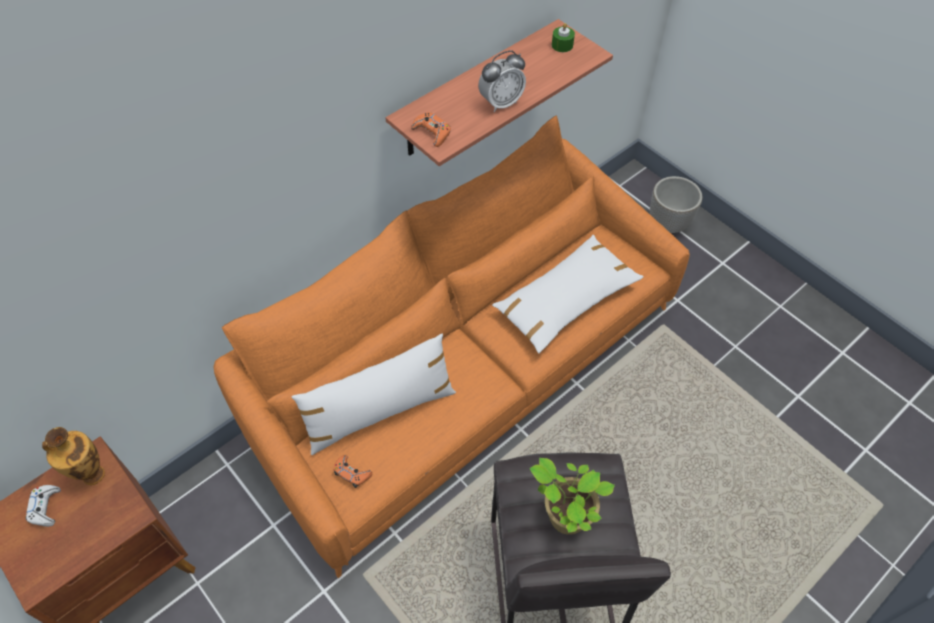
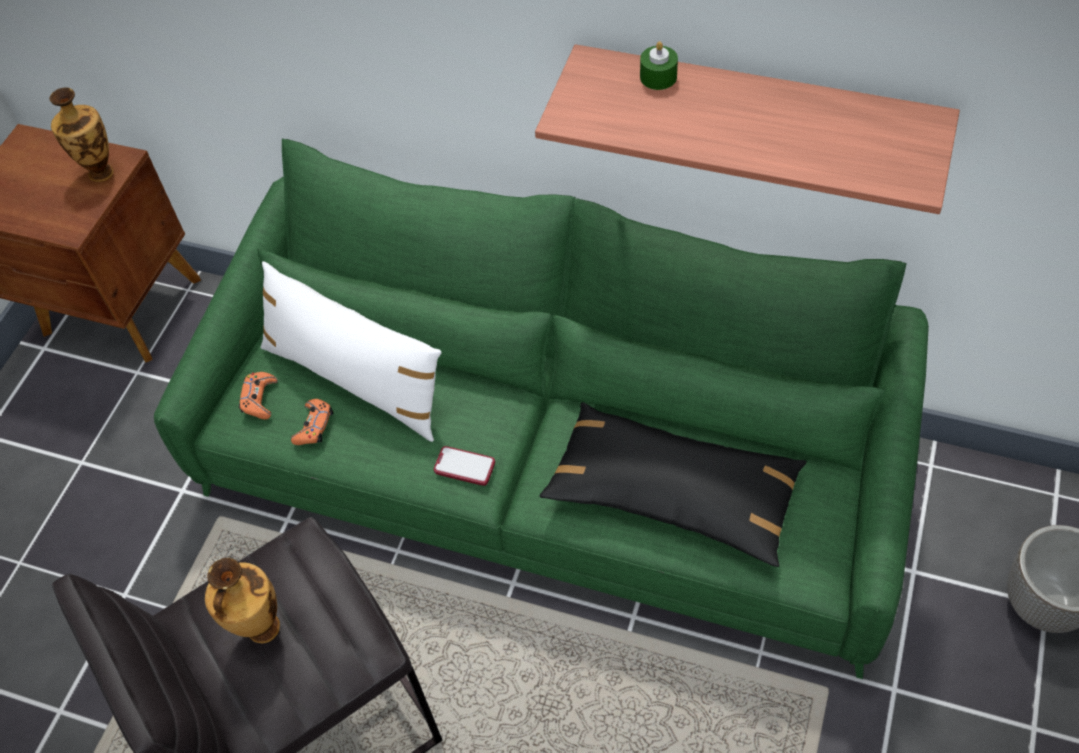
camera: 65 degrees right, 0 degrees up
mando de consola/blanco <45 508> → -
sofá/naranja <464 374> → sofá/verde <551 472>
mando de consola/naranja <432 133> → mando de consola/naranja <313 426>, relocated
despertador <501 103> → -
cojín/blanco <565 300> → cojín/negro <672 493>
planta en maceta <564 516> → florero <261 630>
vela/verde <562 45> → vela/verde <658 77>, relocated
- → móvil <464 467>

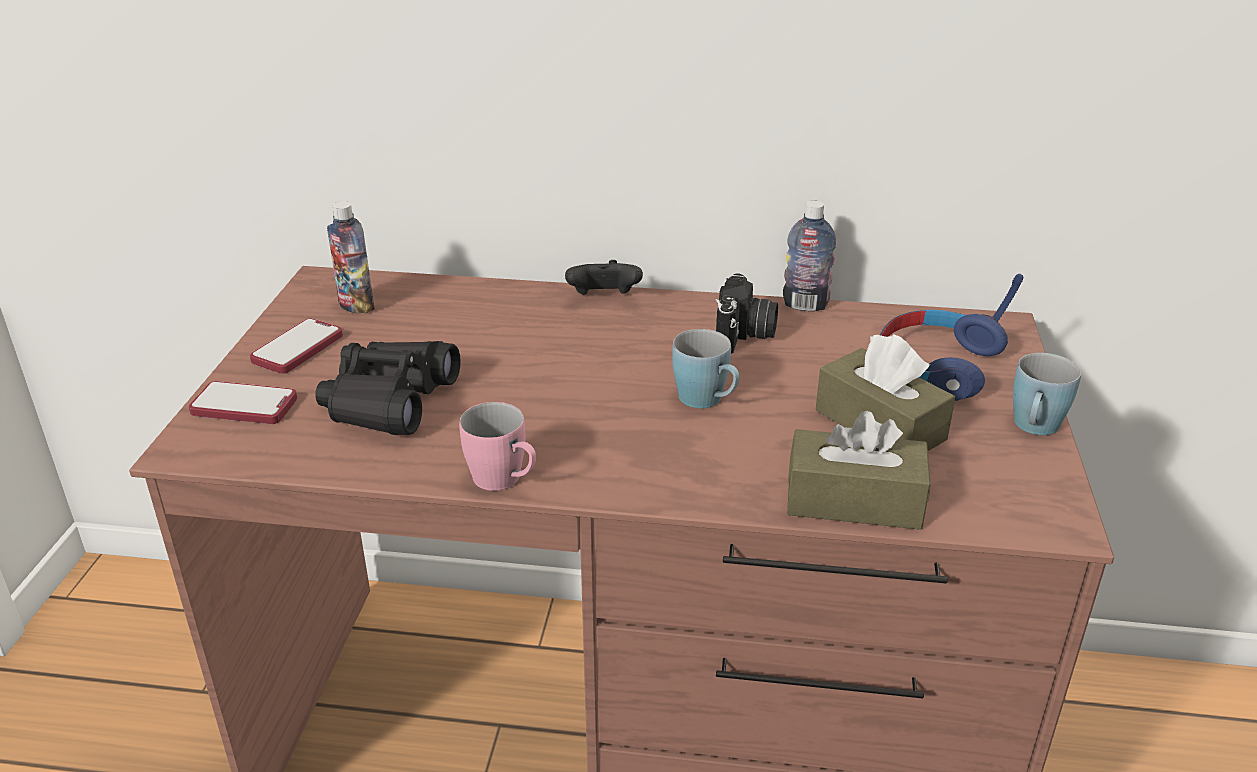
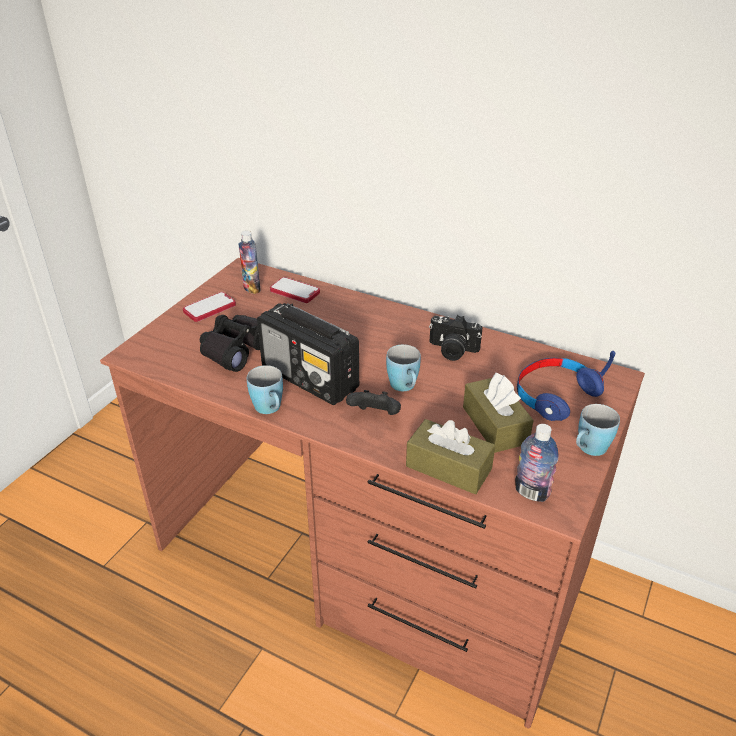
camera: 20 degrees right, 5 degrees up
móvil <244 406> → móvil <295 291>, relocated
taza grande/rosa <505 481> → taza grande/azul <270 409>
mando de consola/negro <603 299> → mando de consola/negro <375 416>, relocated
cámara <744 336> → cámara <452 350>, 75 degrees clockwise
botella <805 305> → botella <531 492>, relocated
- → radio <310 379>

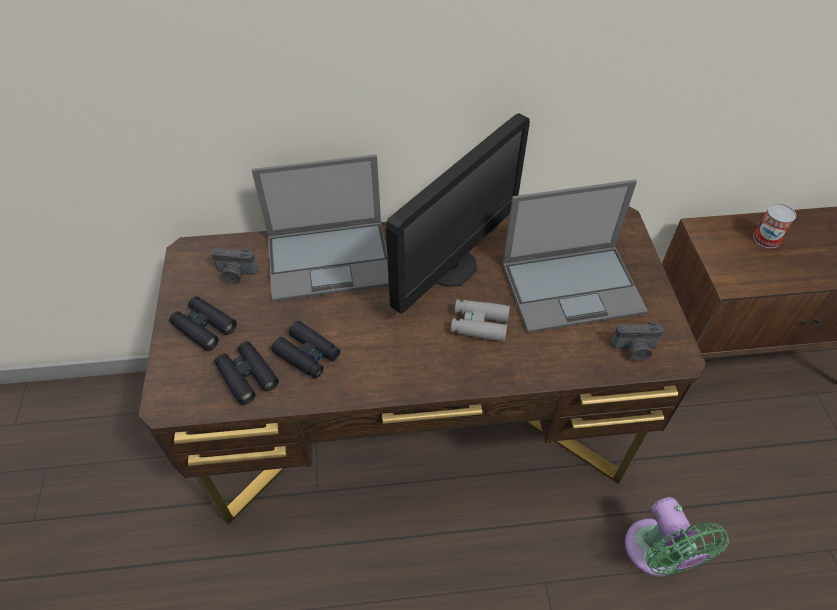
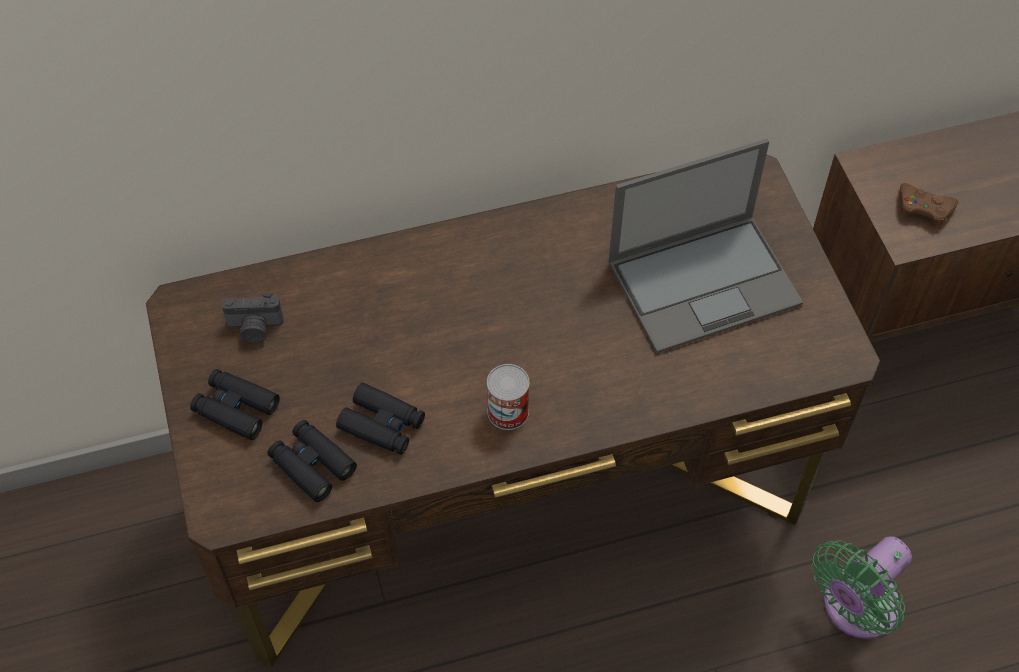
camera: 10 degrees left, 5 degrees up
portátil <330 259> → -
monitor <451 267> → -
prismáticos/gris <479 324> → -
cámara <635 349> → -
ventilador/verde <656 554> → ventilador/verde <854 608>, 75 degrees clockwise
lata <766 238> → lata <508 412>, relocated
- → mando de consola/marrón <924 208>

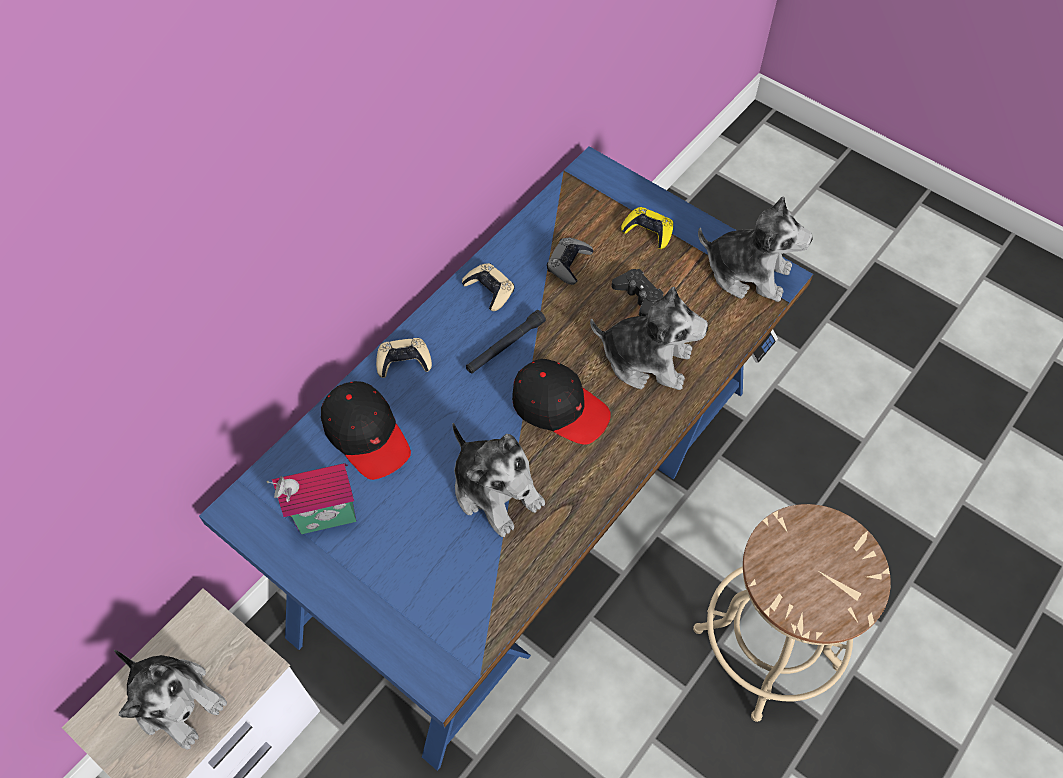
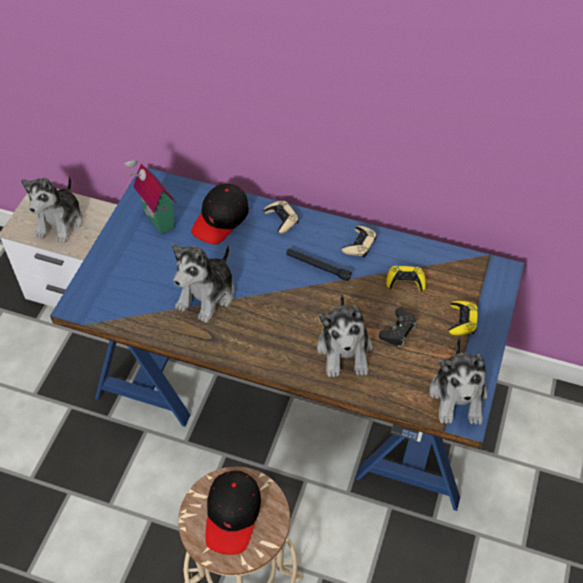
camera: 70 degrees right, 5 degrees down
gorra/negro <559 407> → gorra/negro <232 515>, relocated
mando de consola/gris <569 264> → mando de consola/amarillo <405 282>

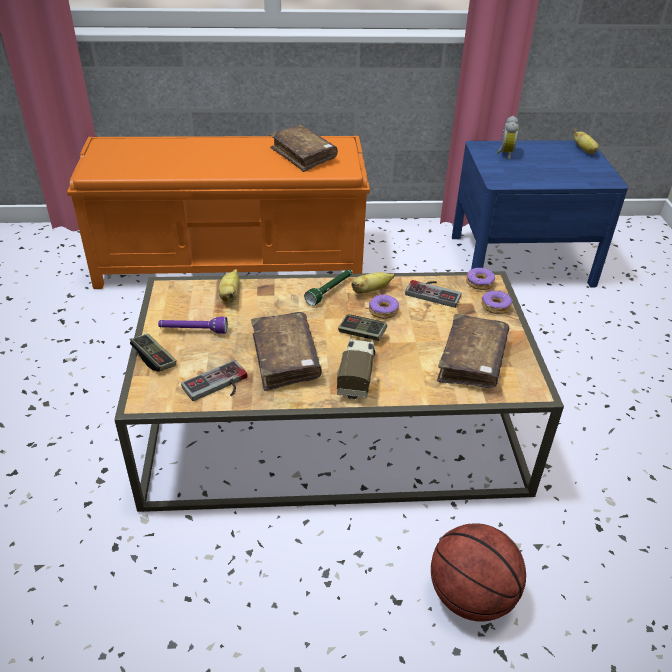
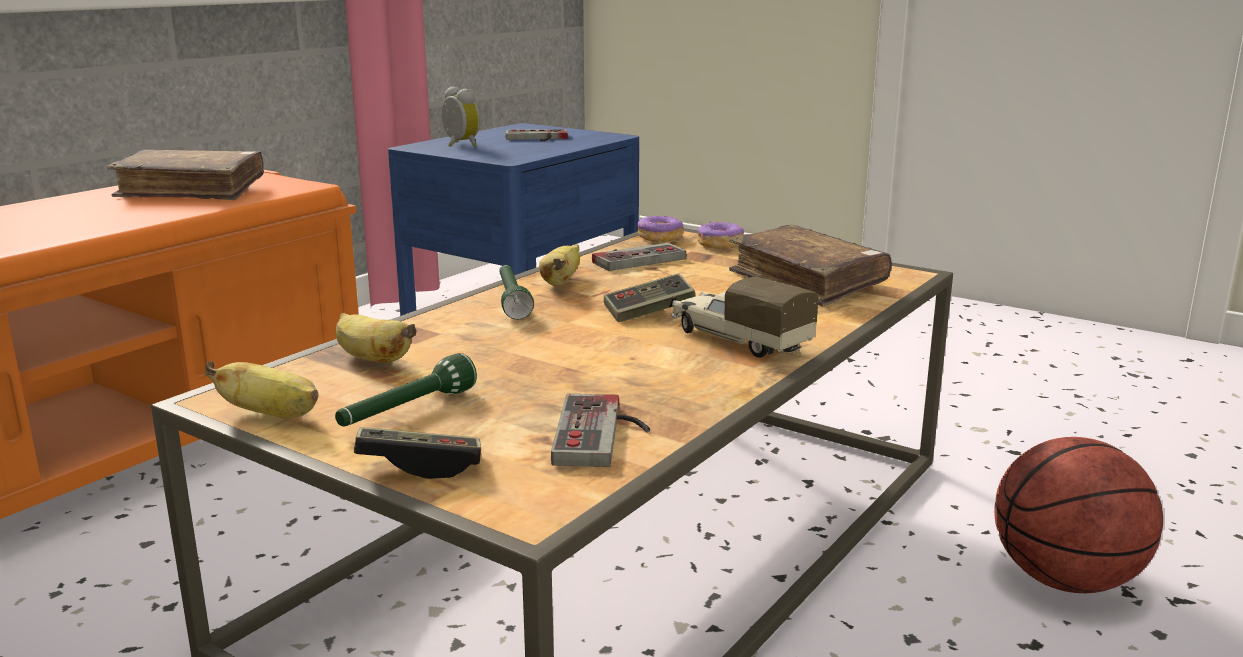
camera: 50 degrees left, 20 degrees down
linterna/morado <193 331> → linterna/verde <406 411>
libro/marrón <285 359> → -
rosquilla <383 311> → -
plátano <585 151> → plátano <272 415>, relocated
- → mando de consola <536 138>

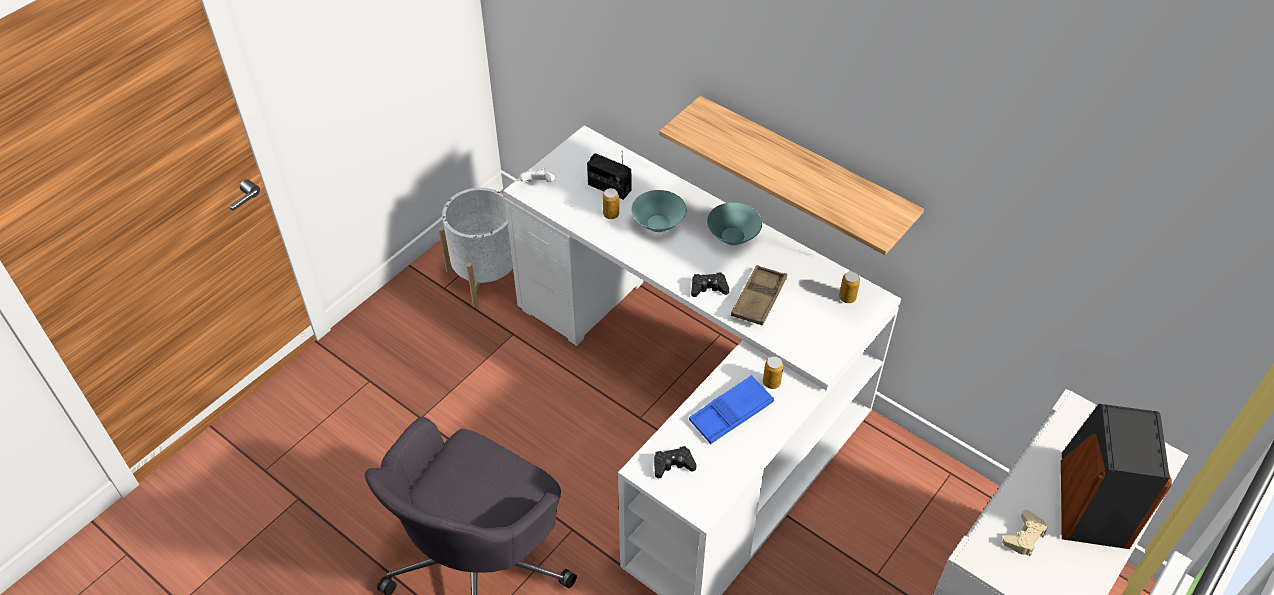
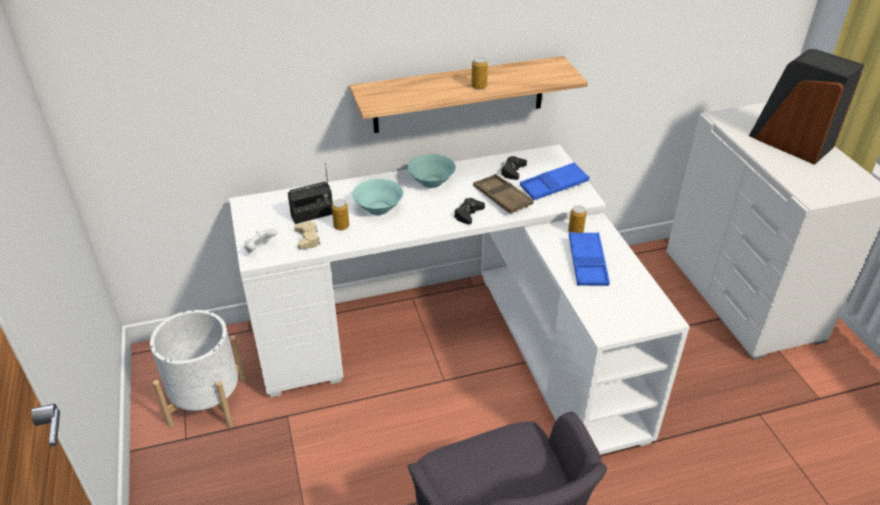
camera: 55 degrees left, 10 degrees down
mando de consola/negro <673 465> → mando de consola/negro <513 171>, relocated
lata <847 298> → lata <479 87>, relocated
mando de consola/beis <1024 536> → mando de consola/beis <307 239>, relocated
- → bandeja/azul <554 186>

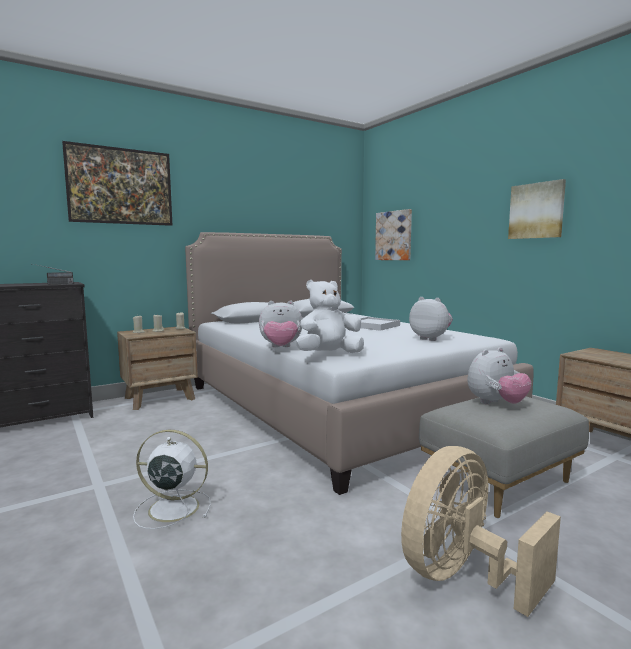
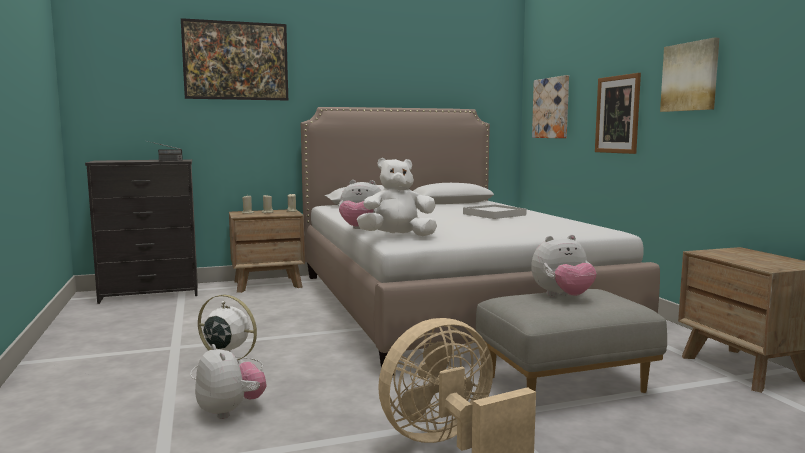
camera: 15 degrees right, 0 degrees up
peluche <430 339> → peluche <230 411>, relocated
- → cuadro <617 114>

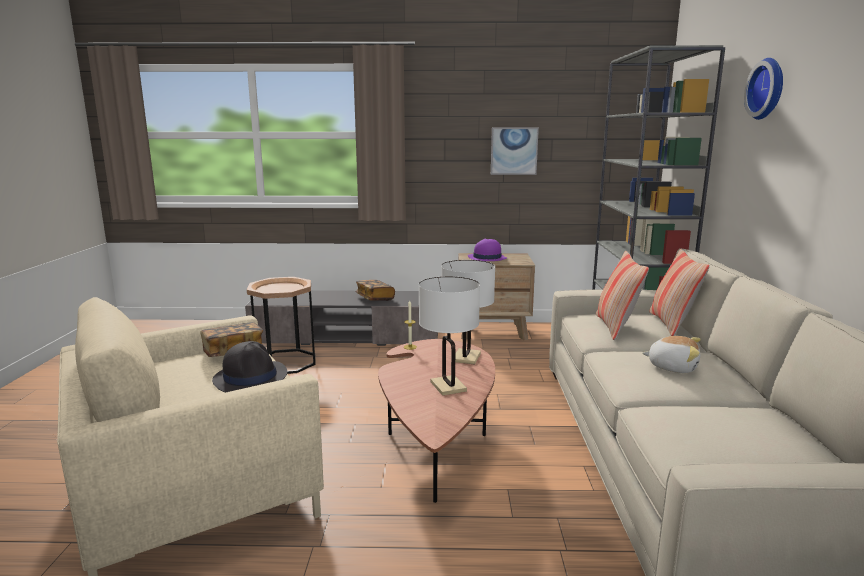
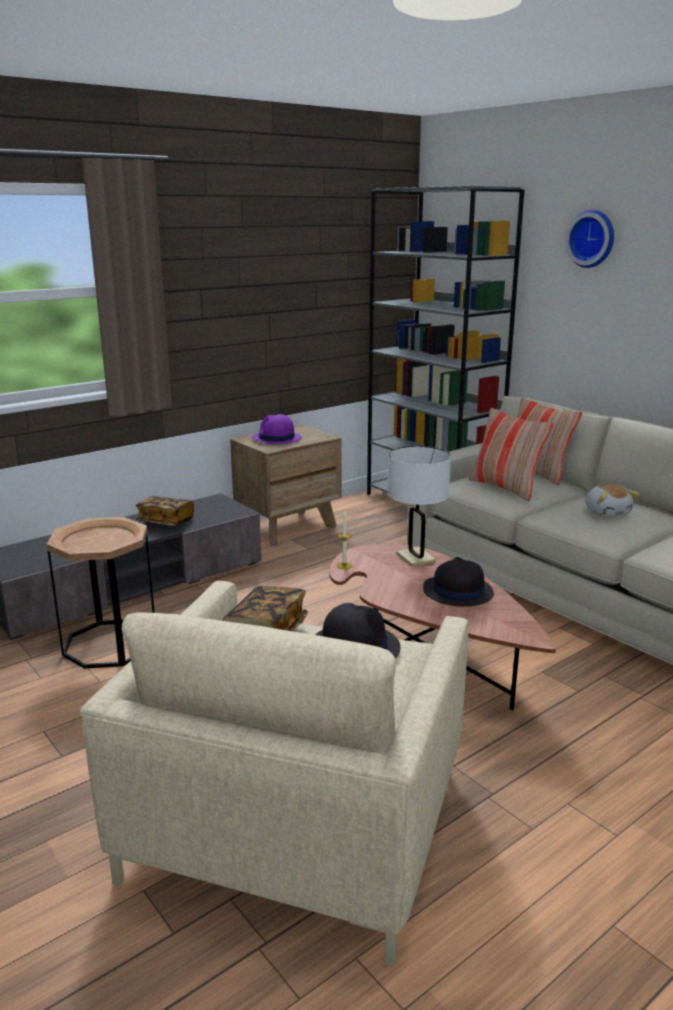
camera: 40 degrees left, 5 degrees up
lámpara de mesa/blanco <448 386> → sombrero/negro <457 592>
cuadro <514 151> → -
peluche <672 367> → peluche <607 512>, 90 degrees clockwise

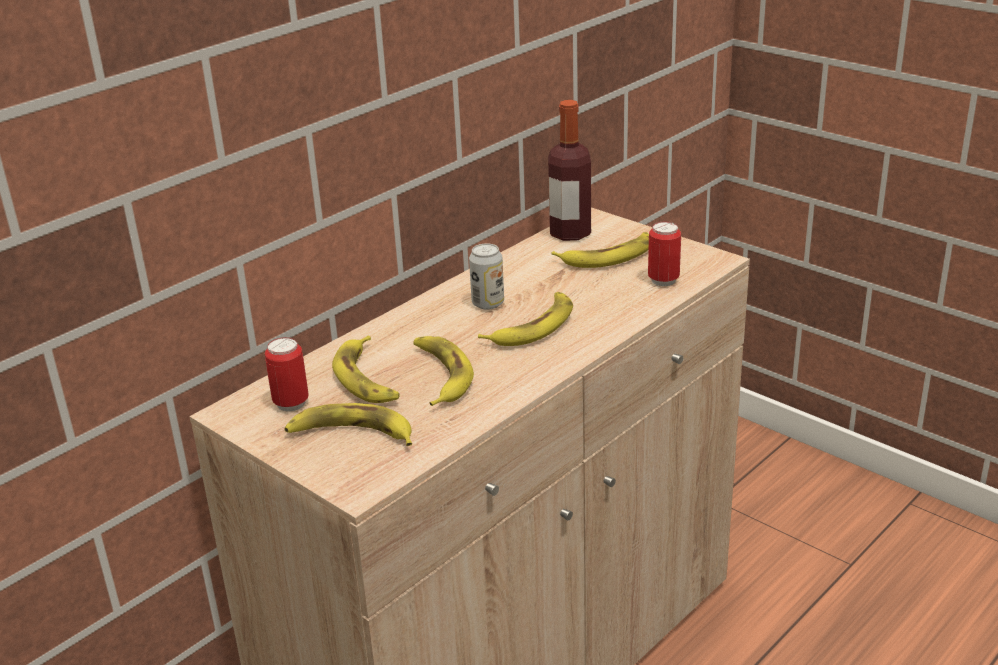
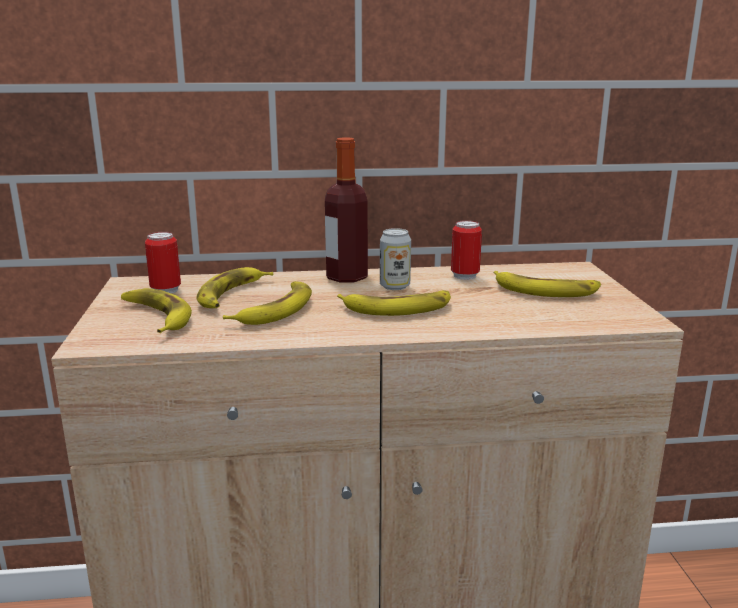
camera: 40 degrees right, 10 degrees down
botella <570 233> → botella <346 277>, relocated
lata <663 280> → lata <464 276>, relocated

